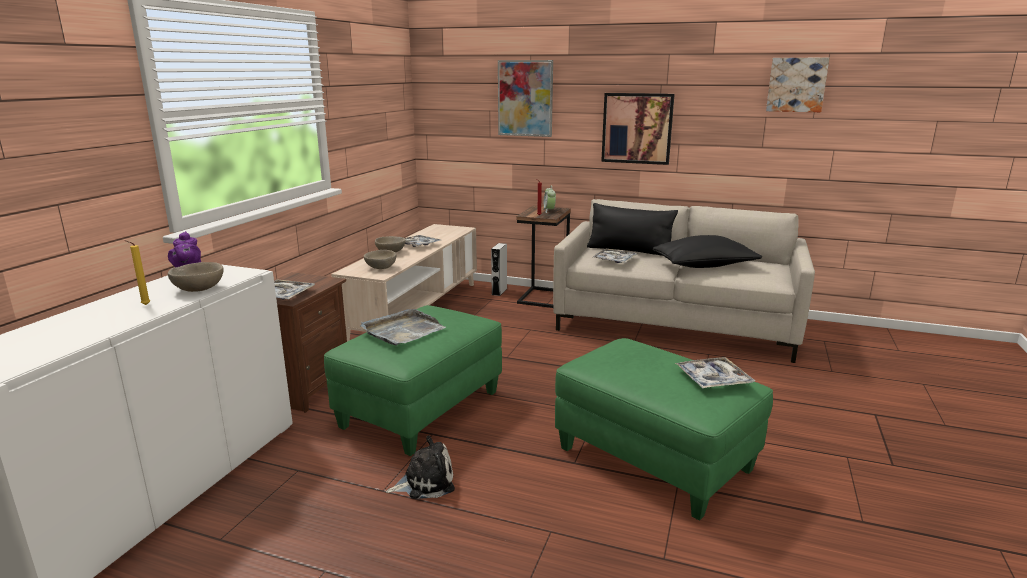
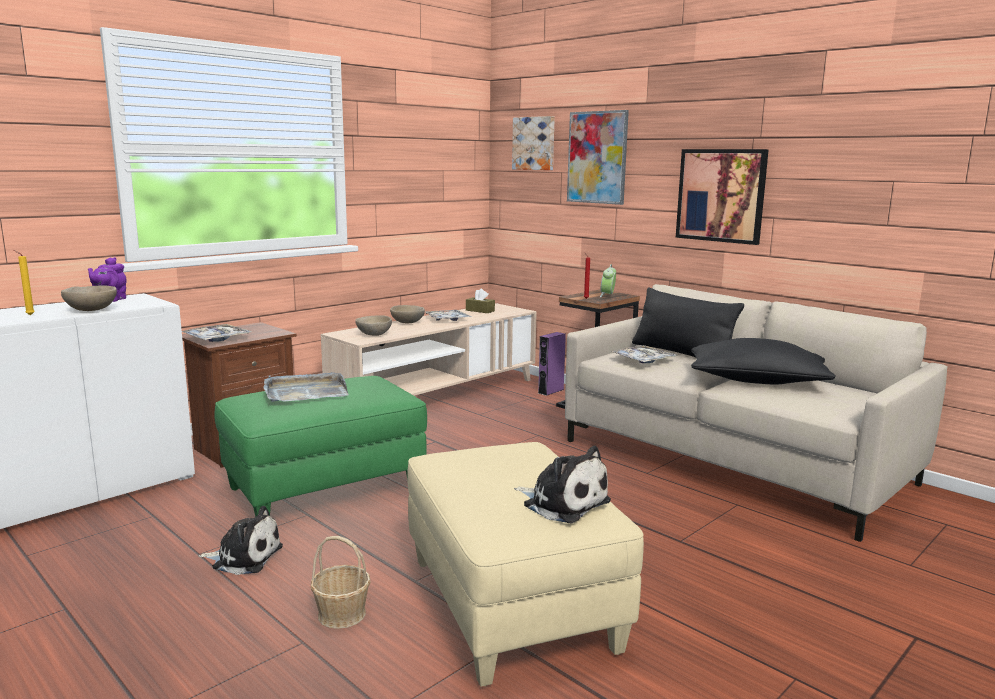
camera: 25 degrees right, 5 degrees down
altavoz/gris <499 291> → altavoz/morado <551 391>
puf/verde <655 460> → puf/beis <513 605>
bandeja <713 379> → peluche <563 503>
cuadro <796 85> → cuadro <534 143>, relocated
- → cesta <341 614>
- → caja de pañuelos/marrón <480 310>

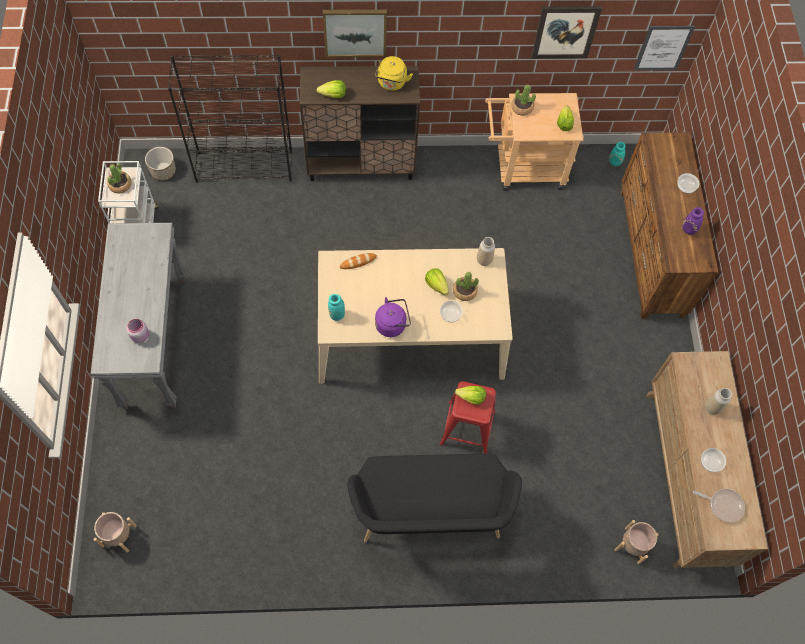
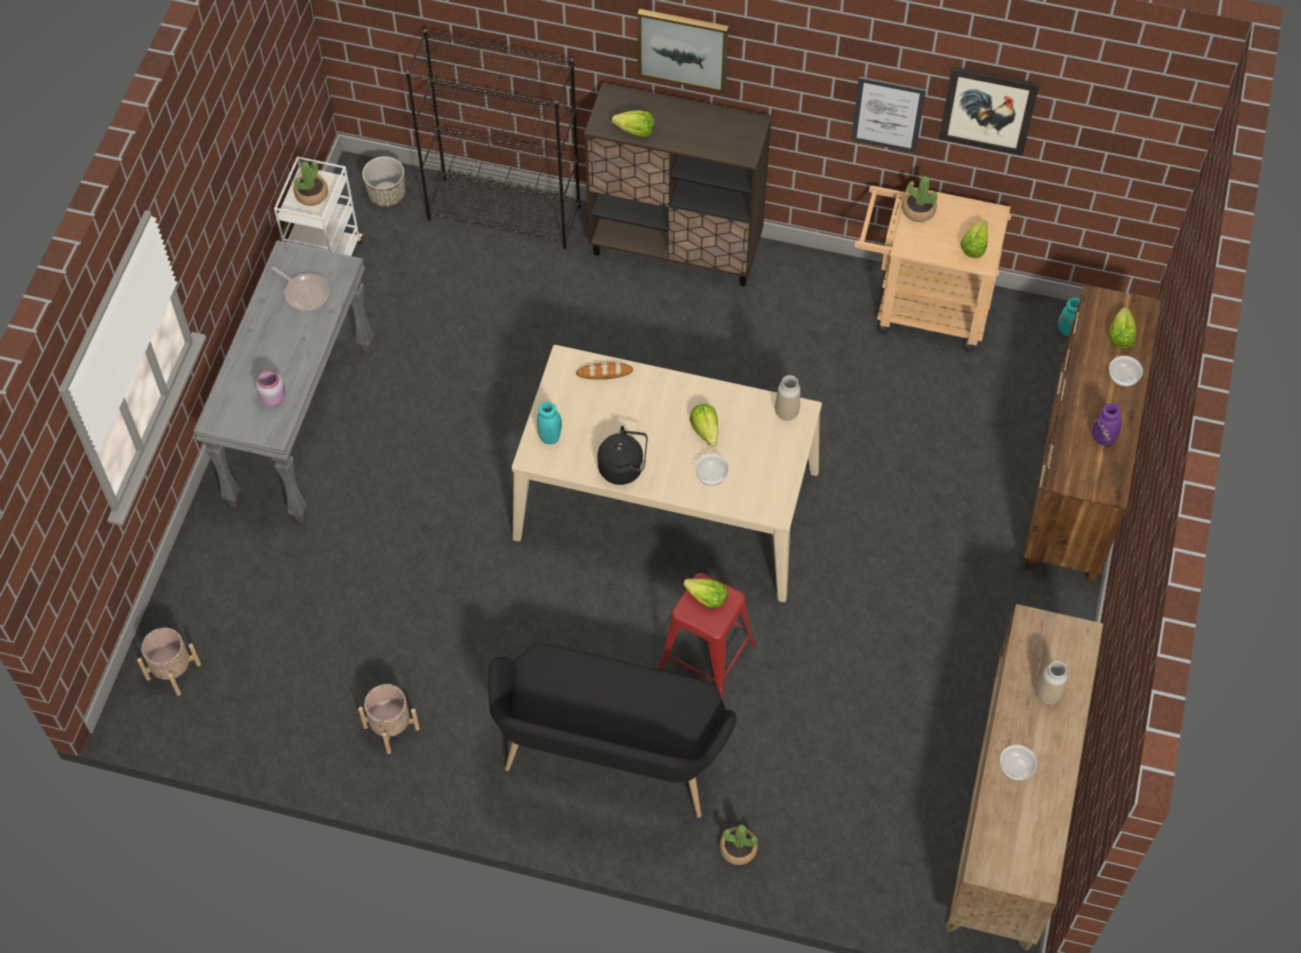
camera: 20 degrees right, 5 degrees down
hervidor/amarillo <391 83> → -
hervidor/morado <392 324> → hervidor/negro <624 468>
planta en maceta <464 291> → planta en maceta <738 849>, relocated
maceta/beis <632 545> → maceta/beis <391 728>, relocated
cuadro <663 48> → cuadro <888 114>, relocated
sartén <723 505> → sartén <305 293>, relocated
- → lechuga <1120 336>

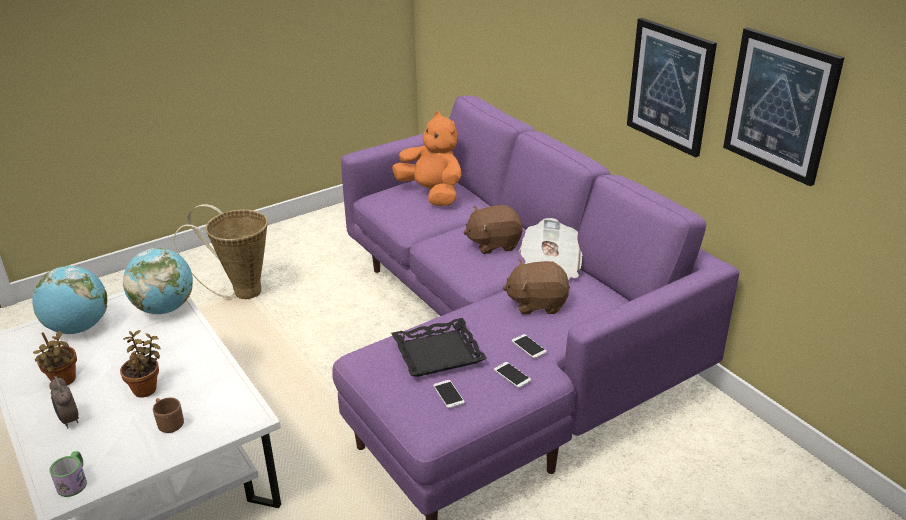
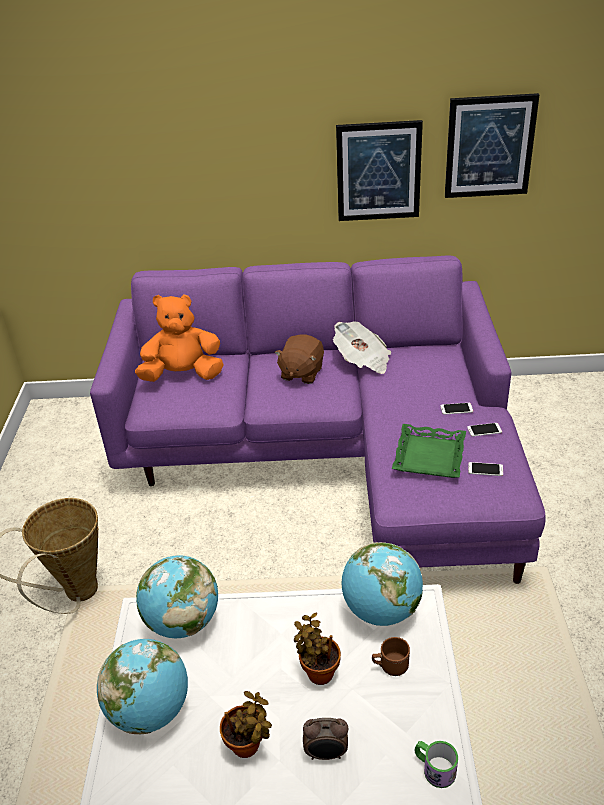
camera: 55 degrees left, 5 degrees up
bandeja/negro <438 353> → bandeja/verde <428 456>
peluche/marrón <537 303> → -
- → globo terráqueo <381 610>

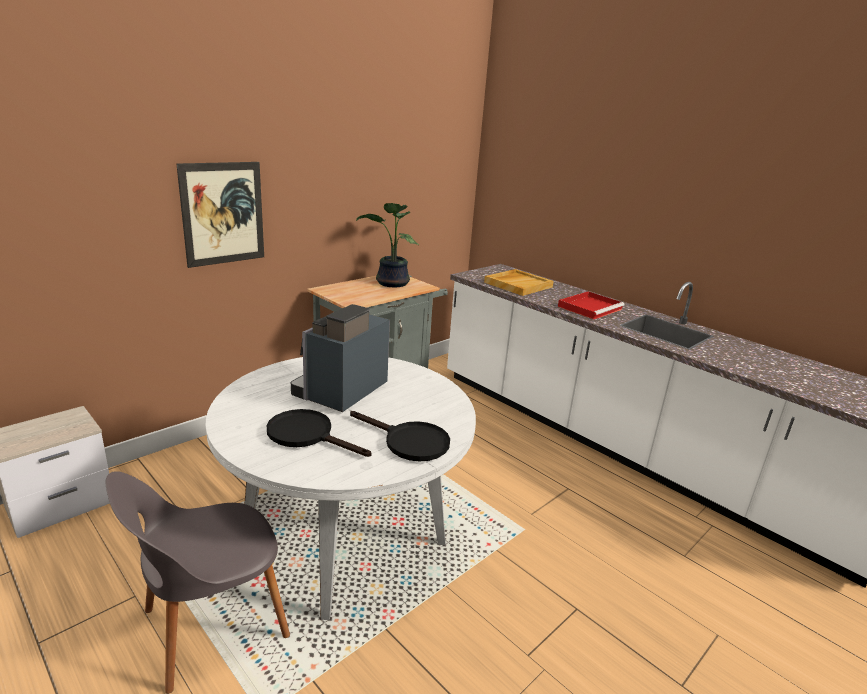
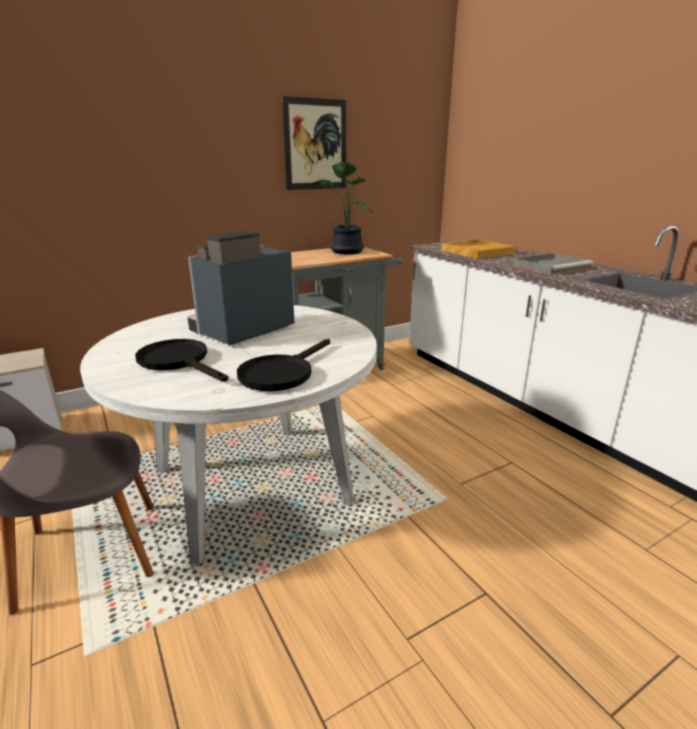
camera: 15 degrees right, 0 degrees up
cuadro <223 213> → cuadro <315 145>, relocated
sartén/negro <409 442> → sartén/negro <281 373>, 75 degrees clockwise
bandeja/rojo <590 307> → bandeja/gris <551 267>

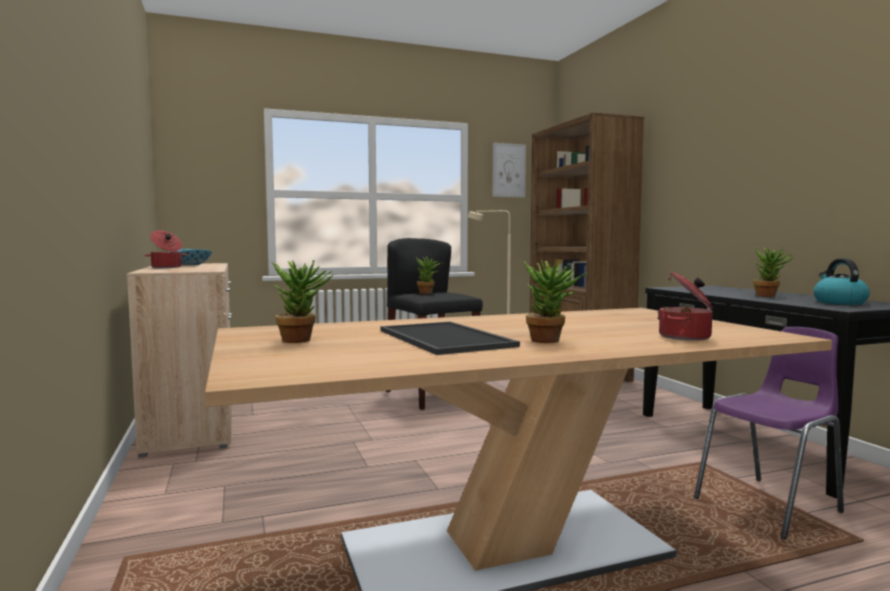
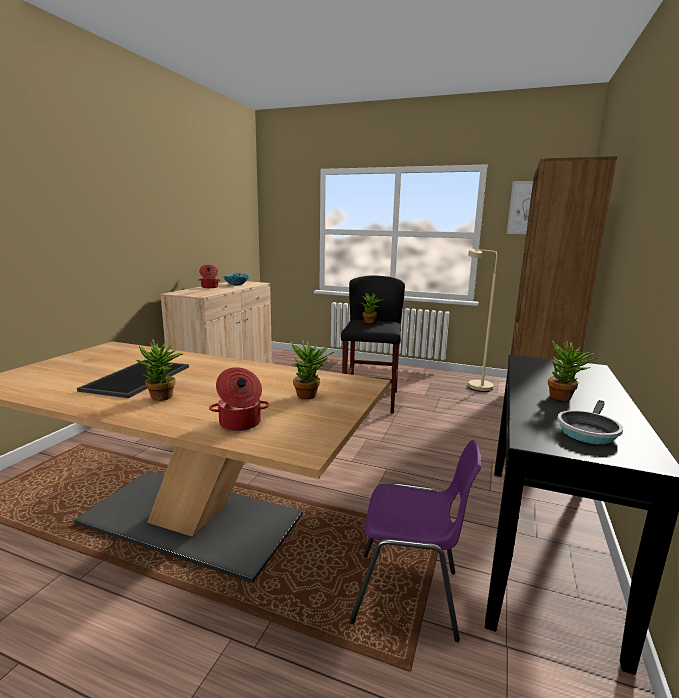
camera: 40 degrees right, 10 degrees up
planta en maceta <302 340> → planta en maceta <310 396>, relocated
hervidor <839 302> → sartén <587 431>

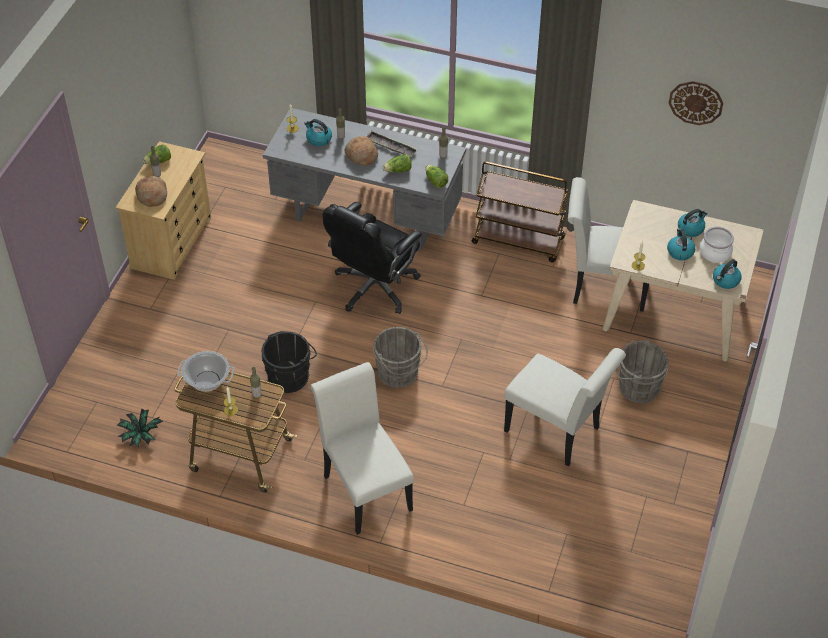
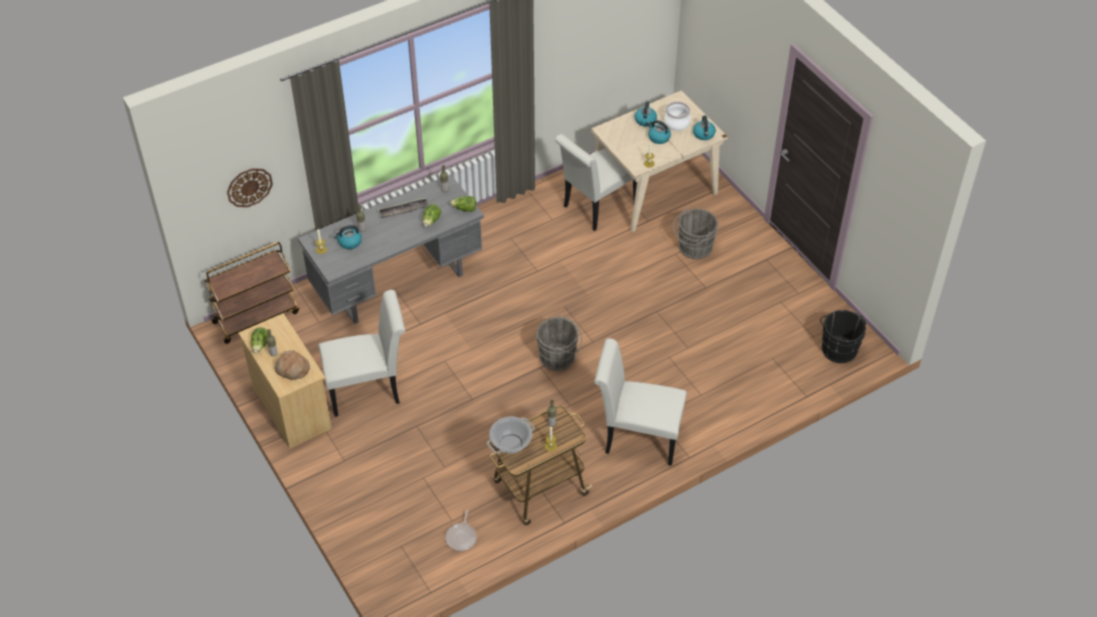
camera: 50 degrees left, 0 degrees up
planta en maceta <140 435> → sartén <461 537>
cubo/negro <290 376> → cubo/negro <838 348>, relocated
silla de oficina/negro <374 287> → -
pan <361 155> → -
carrito/marrón <519 240> → carrito/marrón <256 317>, relocated
silla/blanco <557 432> → silla/blanco <369 389>, relocated
reloj de pared <696 102> → reloj de pared <249 187>, relocated

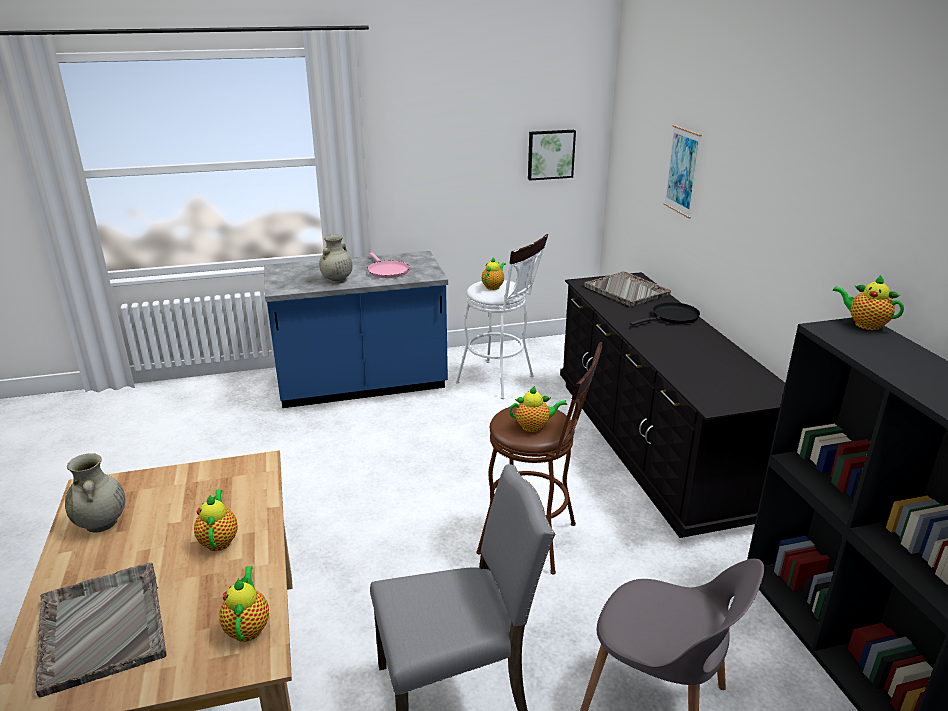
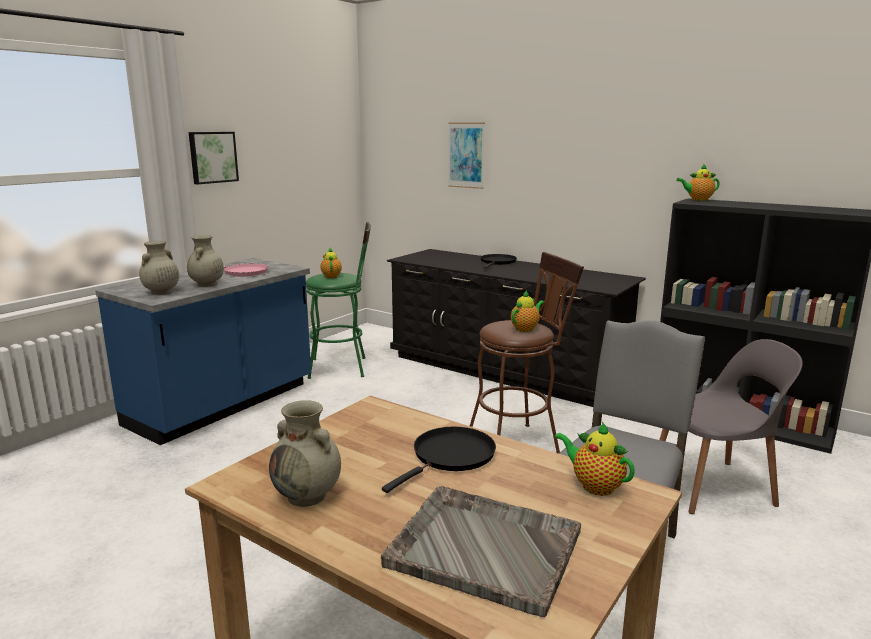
camera: 40 degrees left, 10 degrees down
tetera <219 540> → sartén/negro <450 457>
taburete/blanco <500 381> → taburete/verde <344 367>
cuadro <550 154> → cuadro <212 157>, relocated
bandeja/gris <627 291> → -
- → florero/beis <161 292>

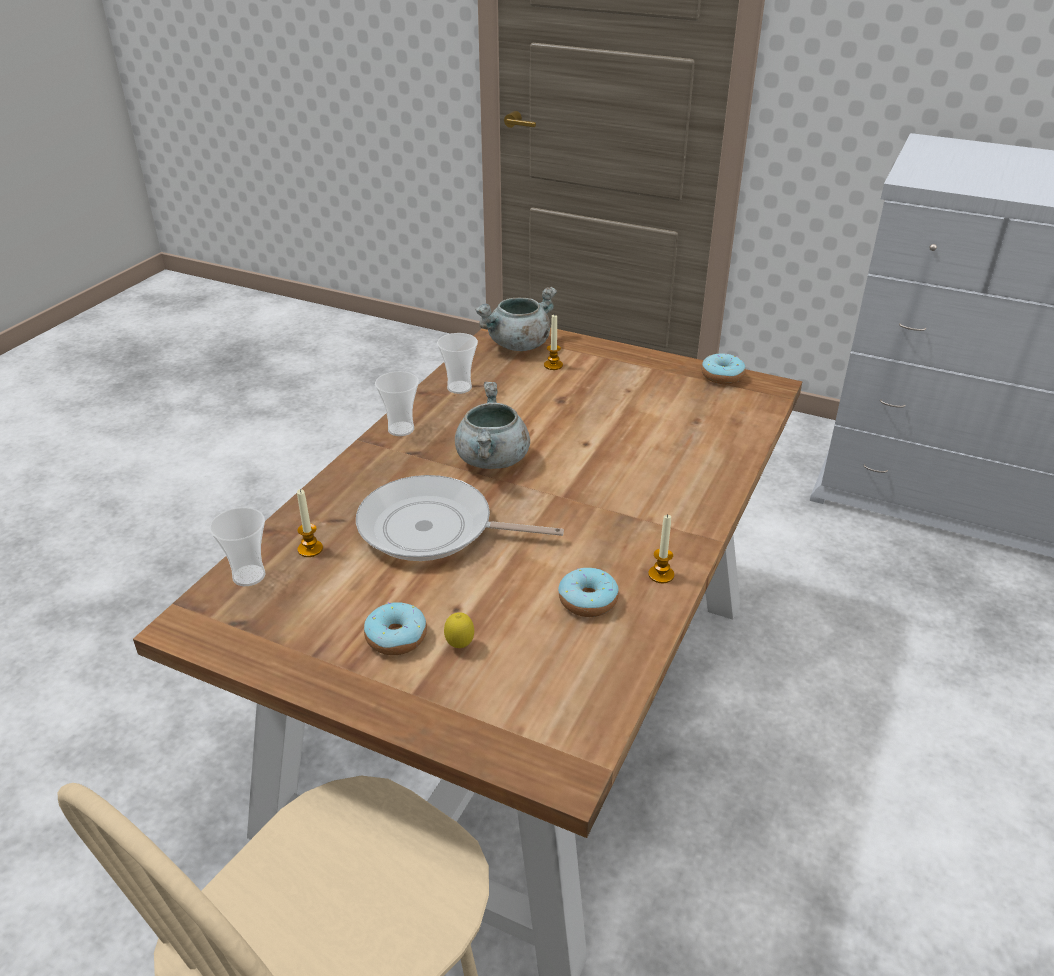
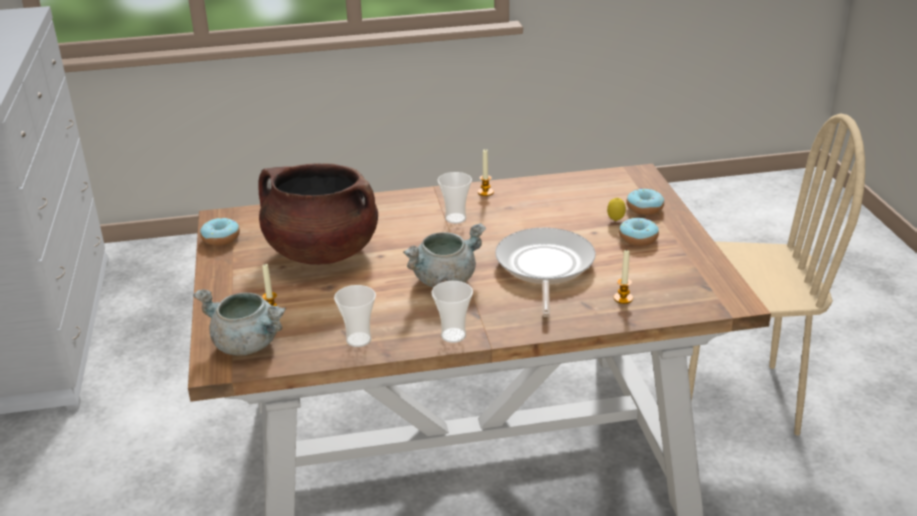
camera: 125 degrees left, 5 degrees down
taza <249 576> → taza <455 218>, relocated
sartén <433 529> → sartén <544 267>, 150 degrees counterclockwise
rosquilla <588 601> → rosquilla <644 208>, relocated
- → olla/marrón <321 252>

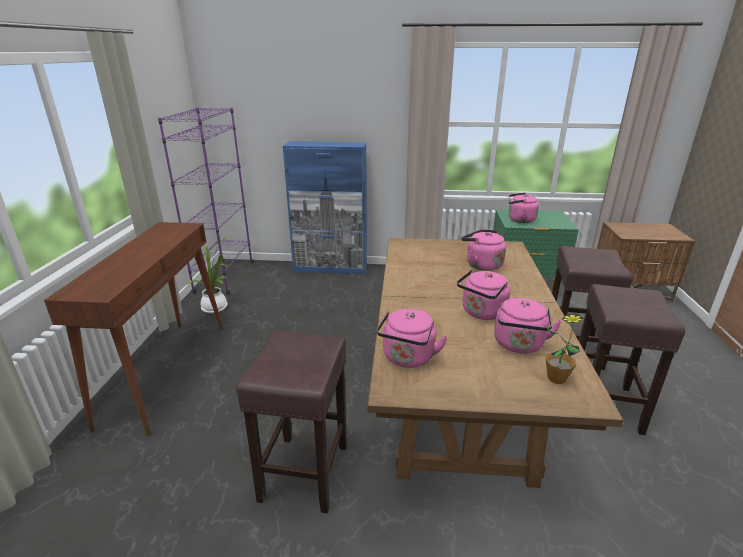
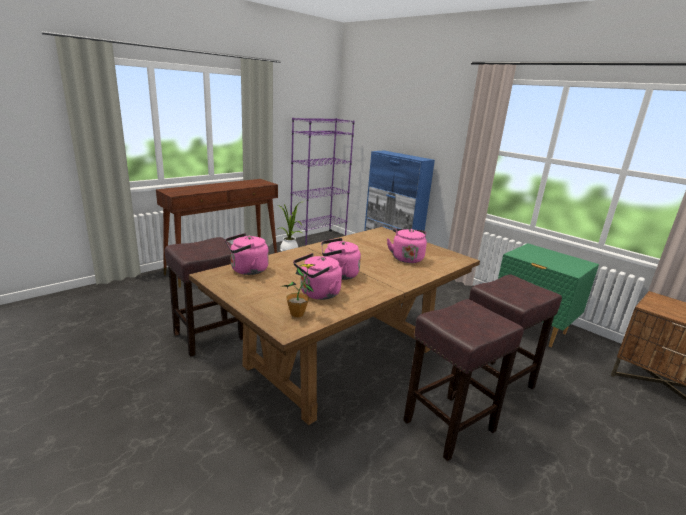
camera: 40 degrees right, 5 degrees down
hervidor/rosa <519 220> → -

